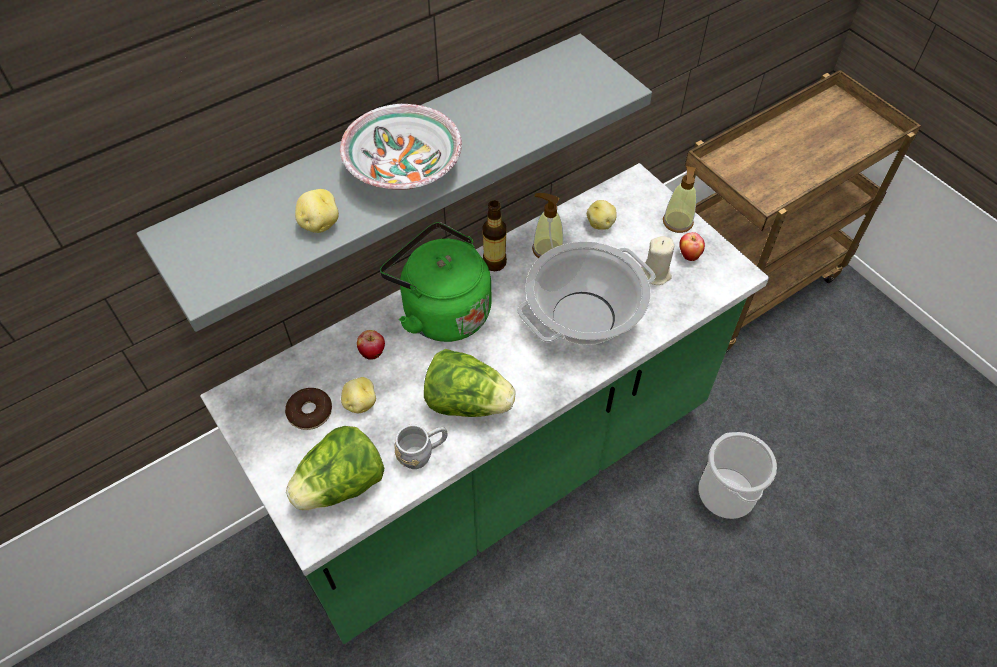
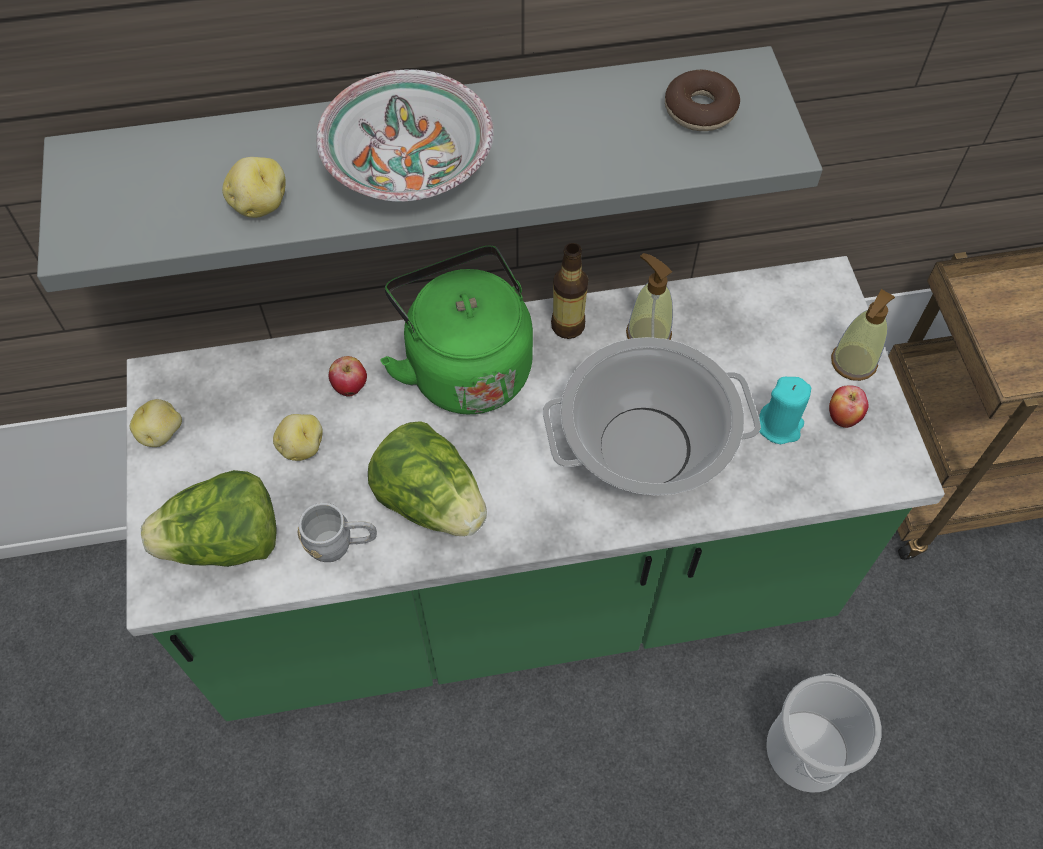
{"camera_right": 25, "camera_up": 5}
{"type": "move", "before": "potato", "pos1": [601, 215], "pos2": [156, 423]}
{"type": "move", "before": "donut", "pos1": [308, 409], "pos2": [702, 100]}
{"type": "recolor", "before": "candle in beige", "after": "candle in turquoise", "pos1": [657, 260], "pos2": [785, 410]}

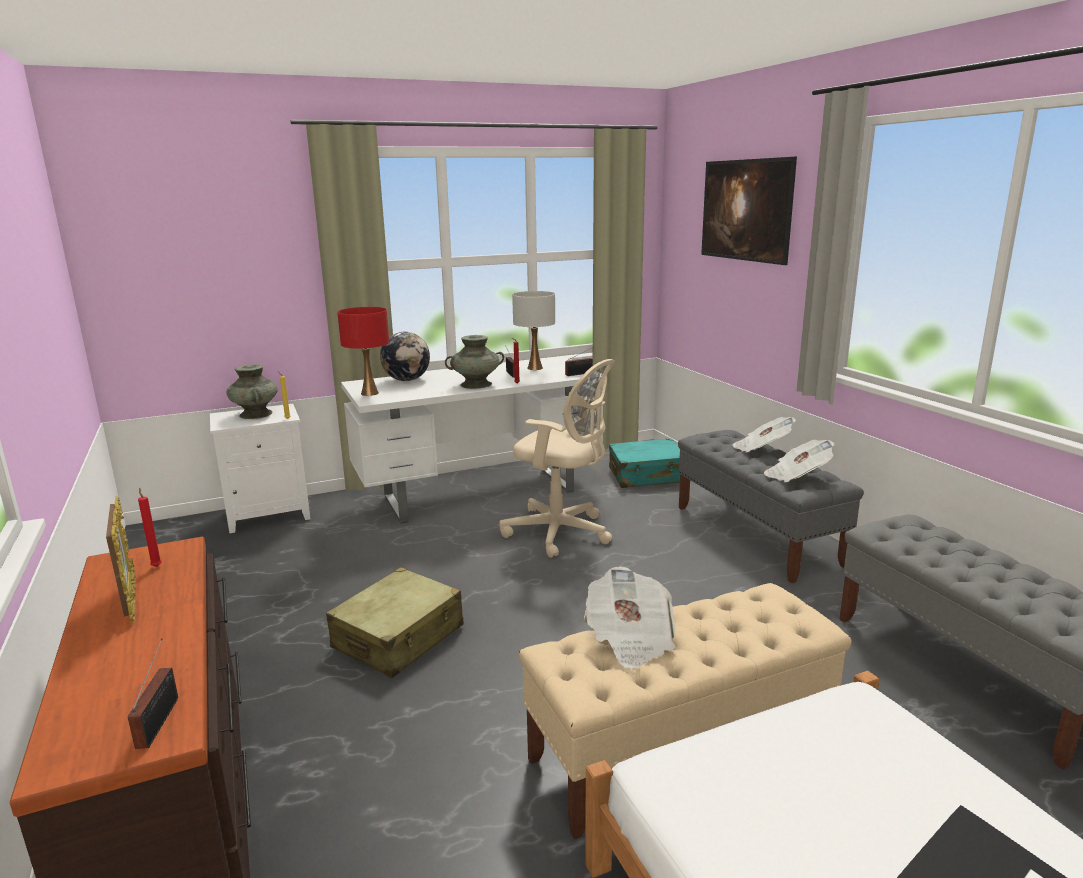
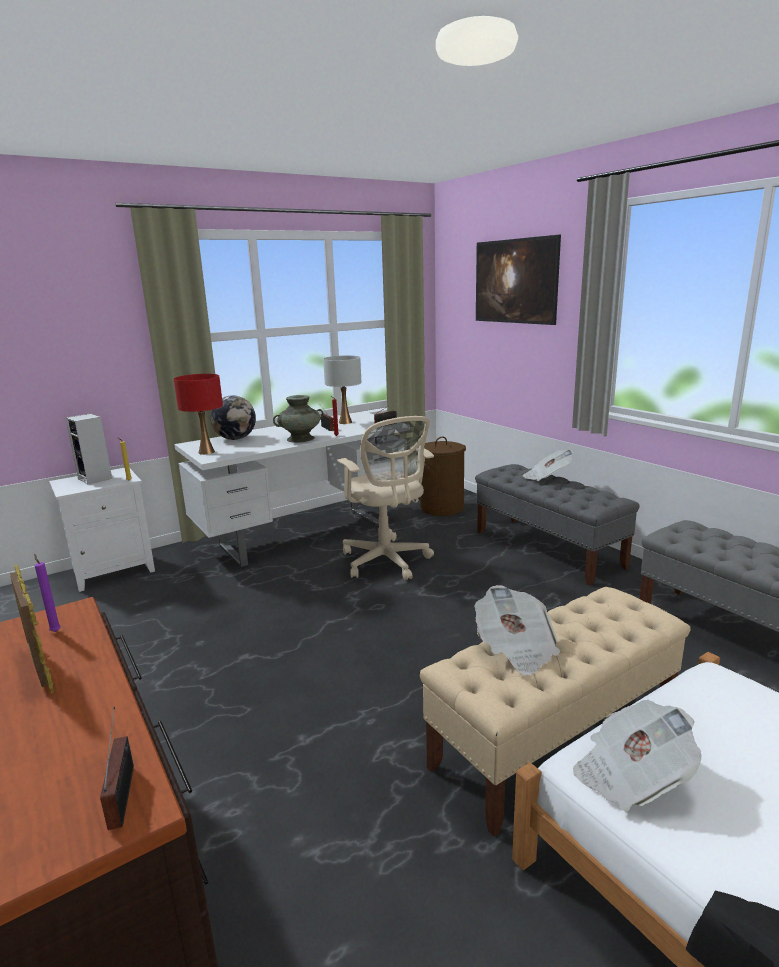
{"camera_right": -10, "camera_up": 0}
{"type": "recolor", "before": "candle in red", "after": "candle in purple", "pos1": [150, 527], "pos2": [47, 593]}
{"type": "replace", "before": "vase in turquoise", "after": "speaker", "pos1": [252, 391], "pos2": [88, 449]}
{"type": "rotate", "before": "office chair in beige", "pos1": [557, 458], "pos2": [385, 498], "turn": 45}
{"type": "replace", "before": "suitcase in turquoise", "after": "laundry basket in brown", "pos1": [644, 463], "pos2": [443, 476]}
{"type": "move", "before": "newspaper", "pos1": [799, 461], "pos2": [637, 756]}
{"type": "delete", "before": "suitcase in beige", "pos1": [394, 622]}

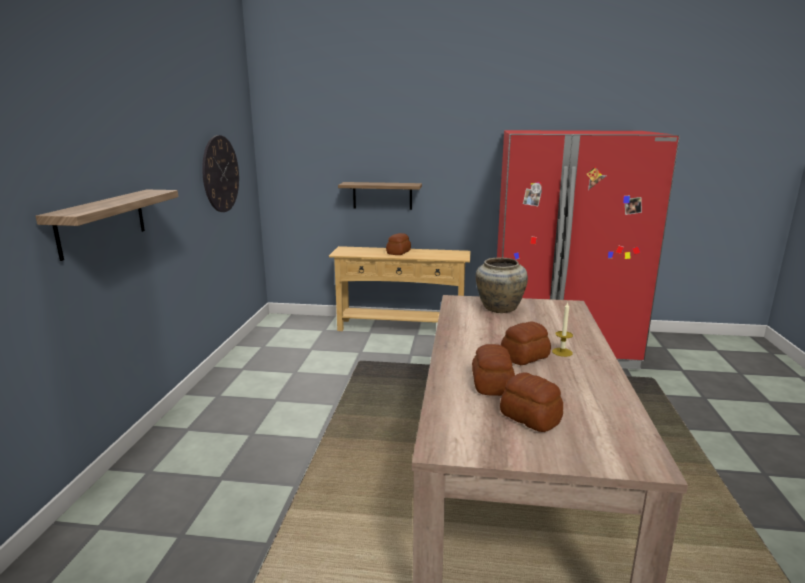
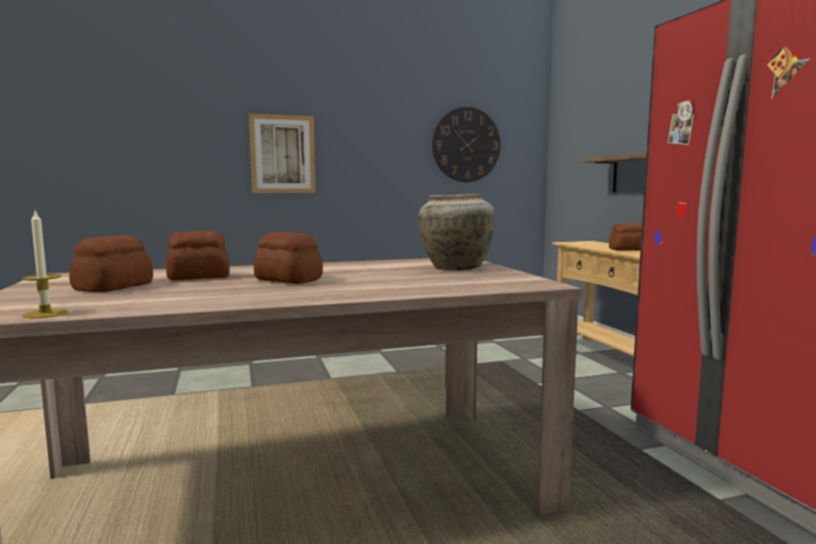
{"camera_right": 65, "camera_up": -10}
{"type": "move", "before": "candle", "pos1": [562, 329], "pos2": [45, 264]}
{"type": "replace", "before": "shelf", "after": "picture", "pos1": [107, 225], "pos2": [282, 153]}

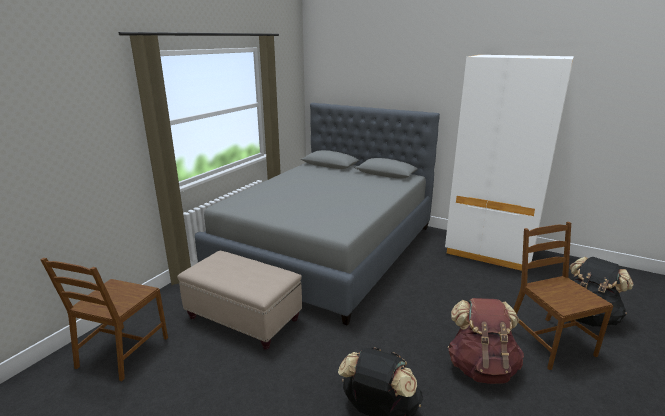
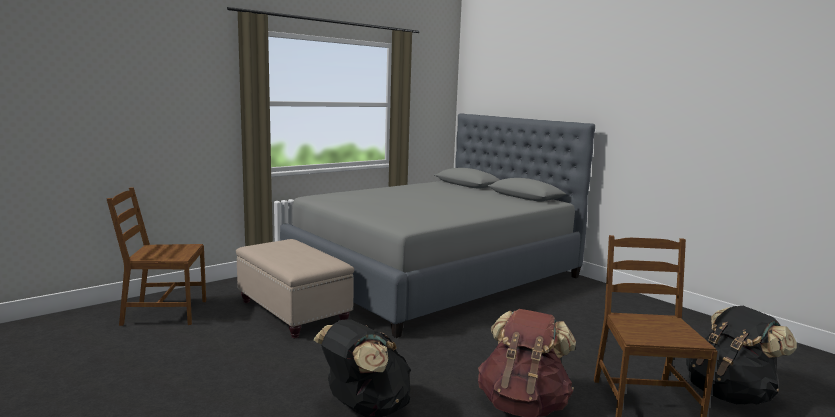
{"camera_right": 20, "camera_up": -10}
{"type": "rotate", "before": "chair in brown", "pos1": [104, 319], "pos2": [156, 256], "turn": 45}
{"type": "delete", "before": "wardrobe in white", "pos1": [509, 163]}

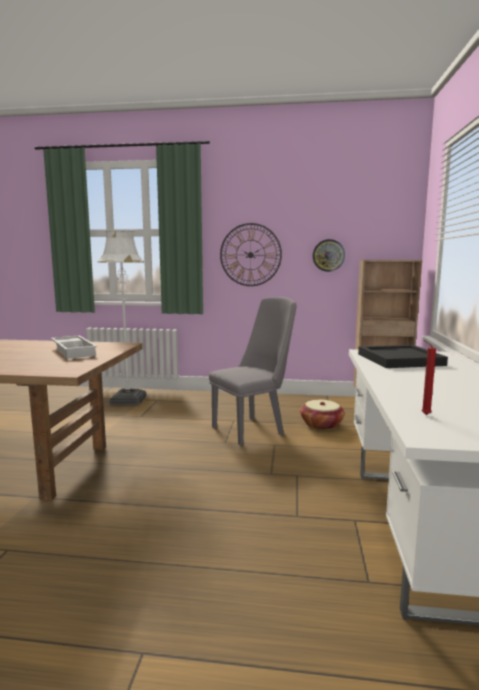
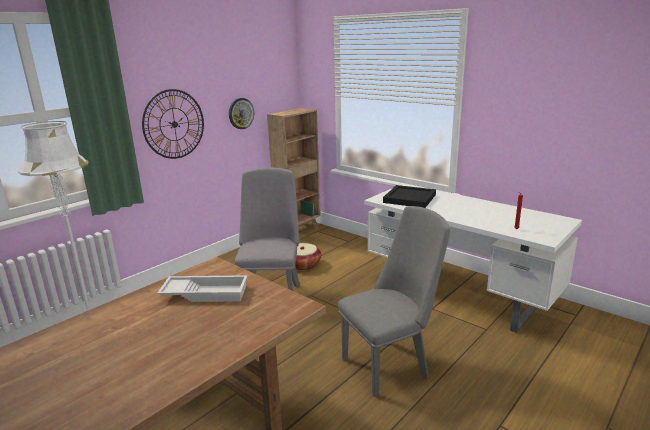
{"camera_right": -55, "camera_up": 10}
{"type": "insert", "after": "chair in grey", "pos2": [394, 301]}

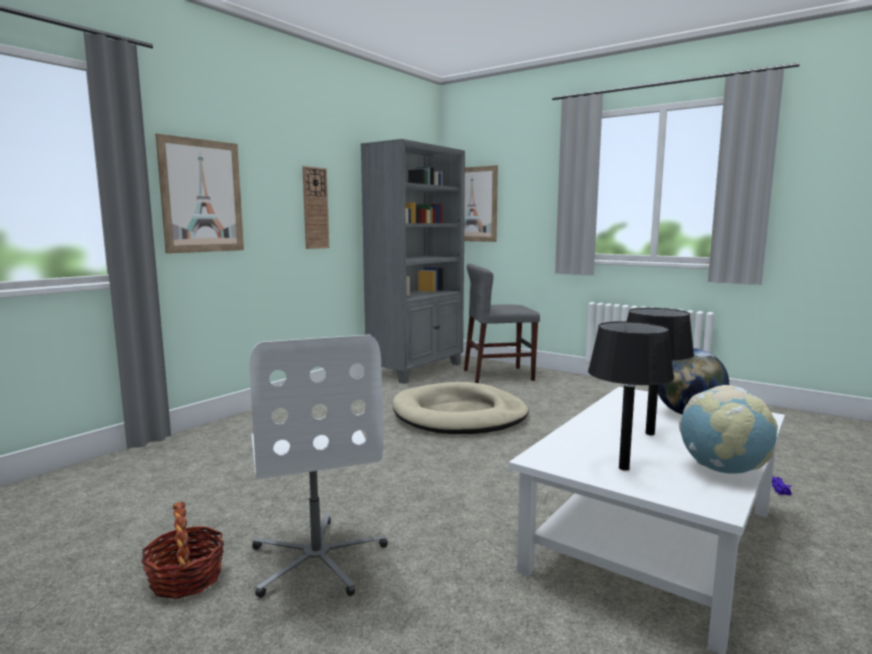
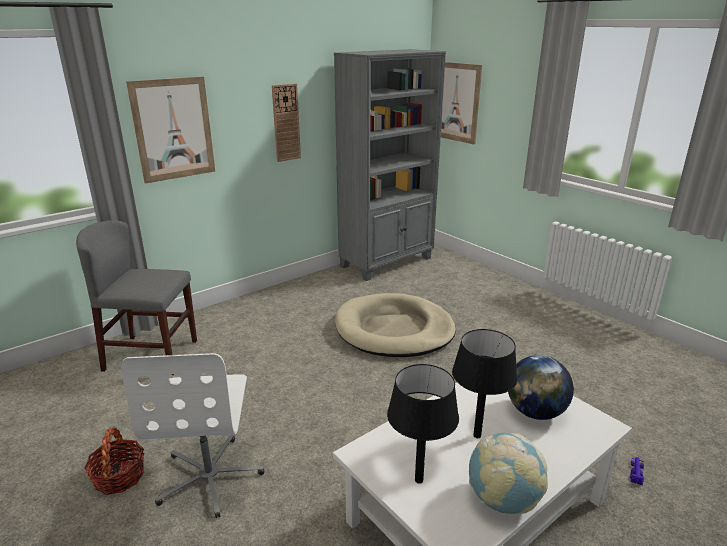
{"camera_right": 15, "camera_up": 15}
{"type": "move", "before": "chair in grey", "pos1": [502, 323], "pos2": [136, 298]}

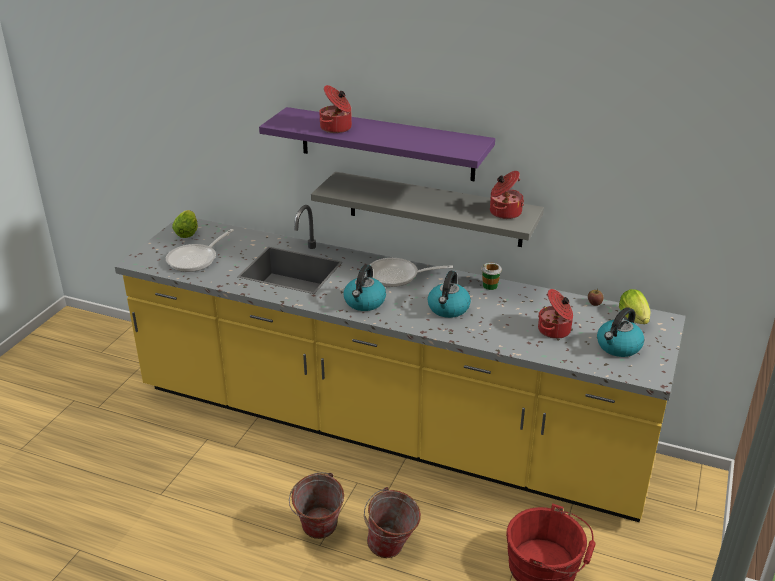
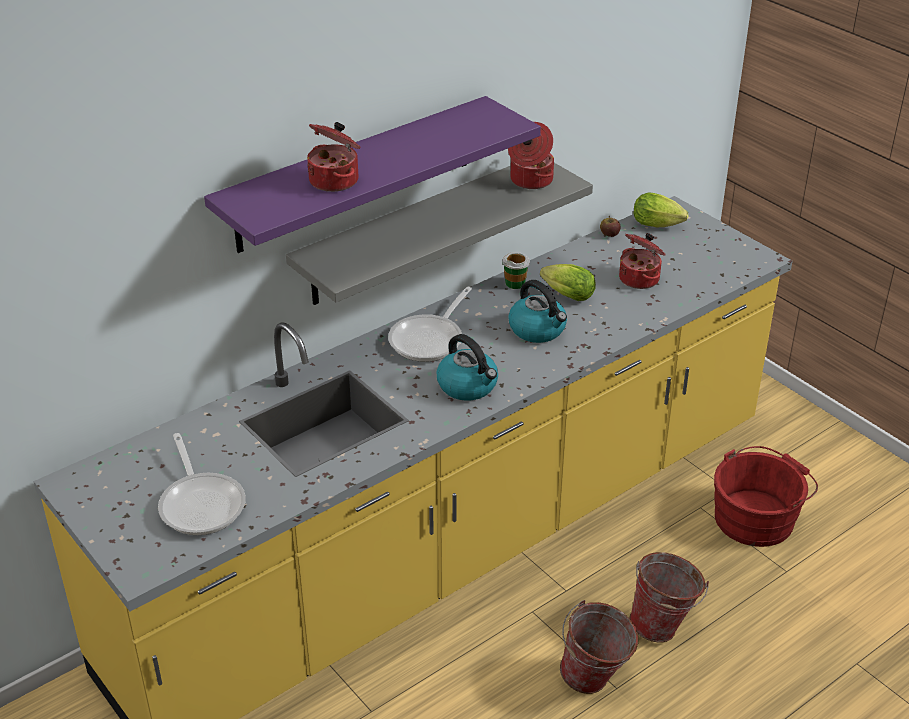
{"camera_right": -60, "camera_up": 5}
{"type": "move", "before": "lettuce", "pos1": [185, 224], "pos2": [568, 282]}
{"type": "delete", "before": "kettle", "pos1": [620, 332]}

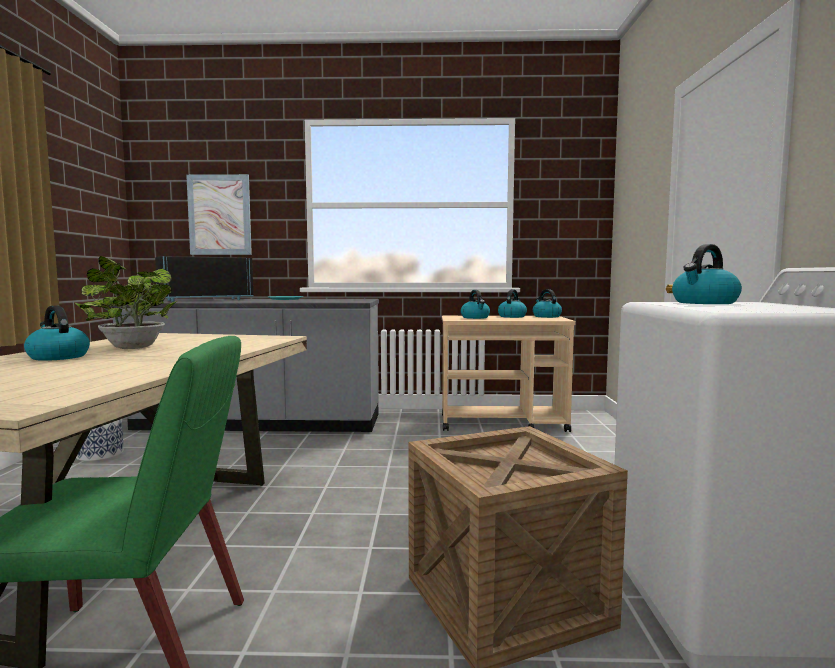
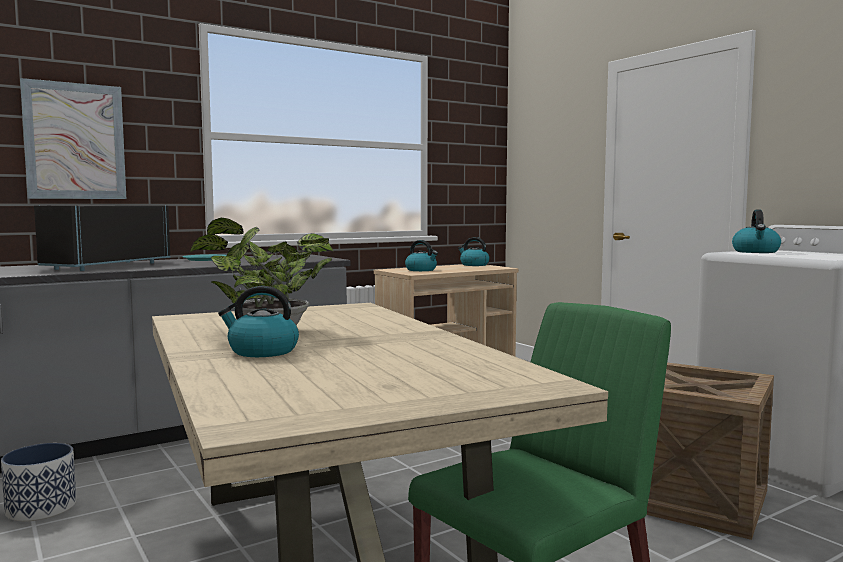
{"camera_right": -35, "camera_up": 0}
{"type": "delete", "before": "kettle", "pos1": [512, 303]}

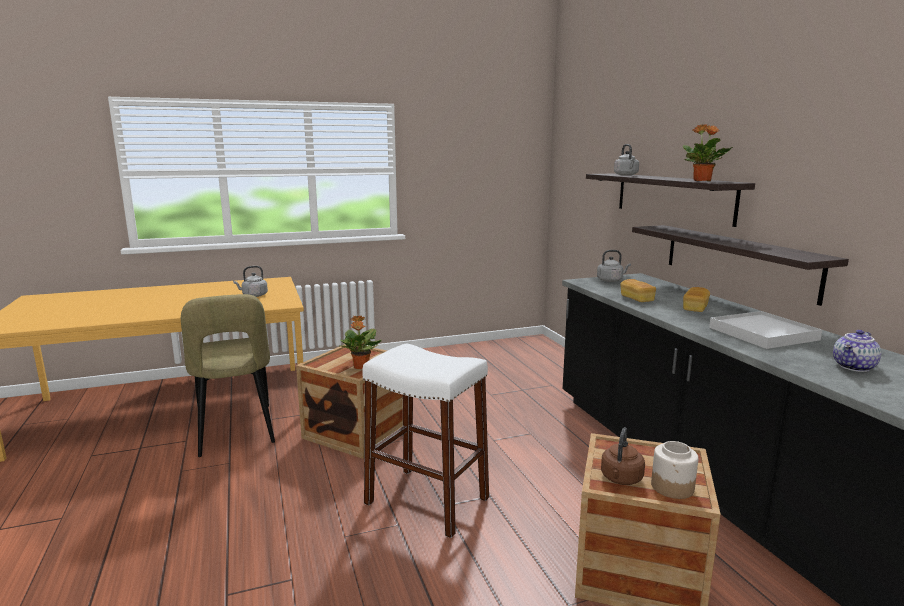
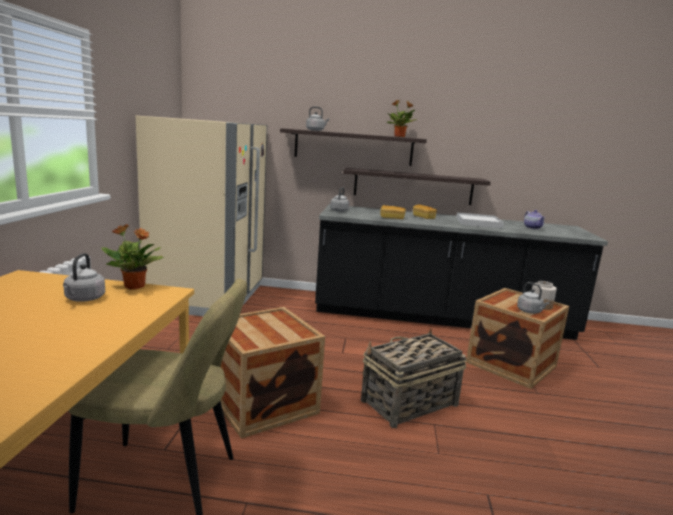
{"camera_right": -65, "camera_up": 0}
{"type": "move", "before": "potted plant", "pos1": [360, 342], "pos2": [132, 257]}
{"type": "insert", "after": "fridge in beige", "pos2": [201, 216]}
{"type": "replace", "before": "stool in white", "after": "basket", "pos1": [425, 440], "pos2": [414, 378]}
{"type": "recolor", "before": "kettle in brown", "after": "kettle in grey", "pos1": [623, 456], "pos2": [533, 298]}

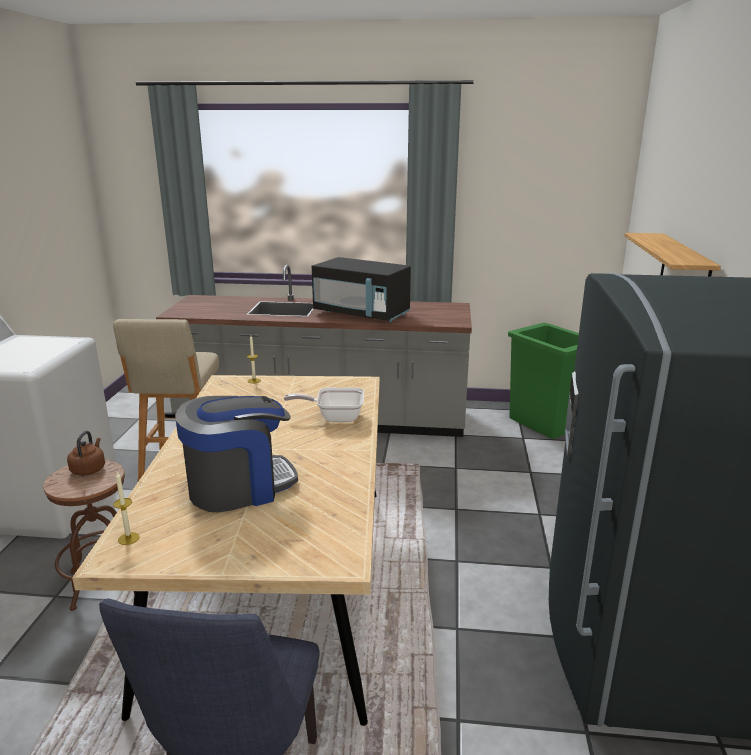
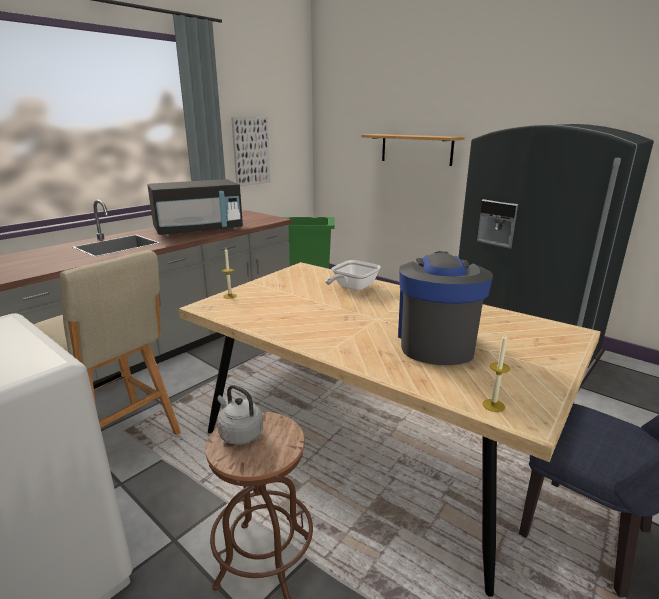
{"camera_right": -55, "camera_up": 0}
{"type": "recolor", "before": "kettle in brown", "after": "kettle in grey", "pos1": [86, 453], "pos2": [240, 415]}
{"type": "insert", "after": "picture", "pos2": [250, 152]}

